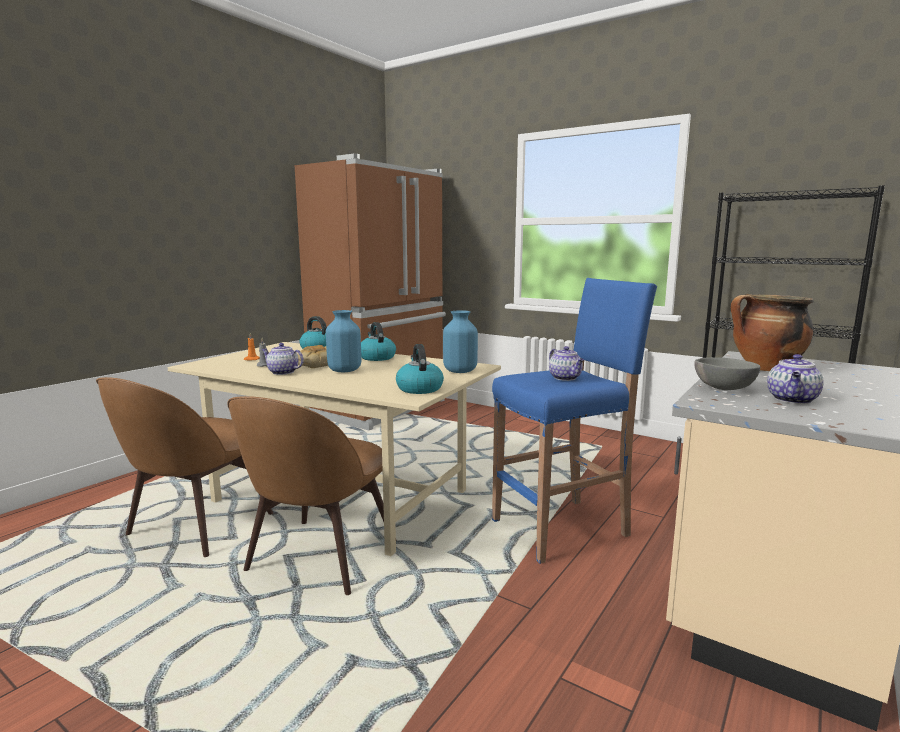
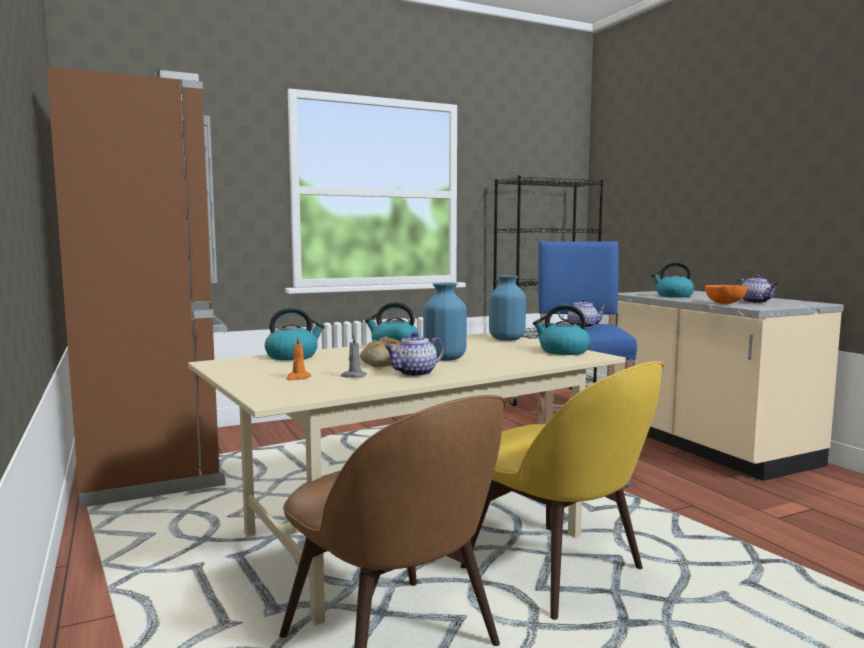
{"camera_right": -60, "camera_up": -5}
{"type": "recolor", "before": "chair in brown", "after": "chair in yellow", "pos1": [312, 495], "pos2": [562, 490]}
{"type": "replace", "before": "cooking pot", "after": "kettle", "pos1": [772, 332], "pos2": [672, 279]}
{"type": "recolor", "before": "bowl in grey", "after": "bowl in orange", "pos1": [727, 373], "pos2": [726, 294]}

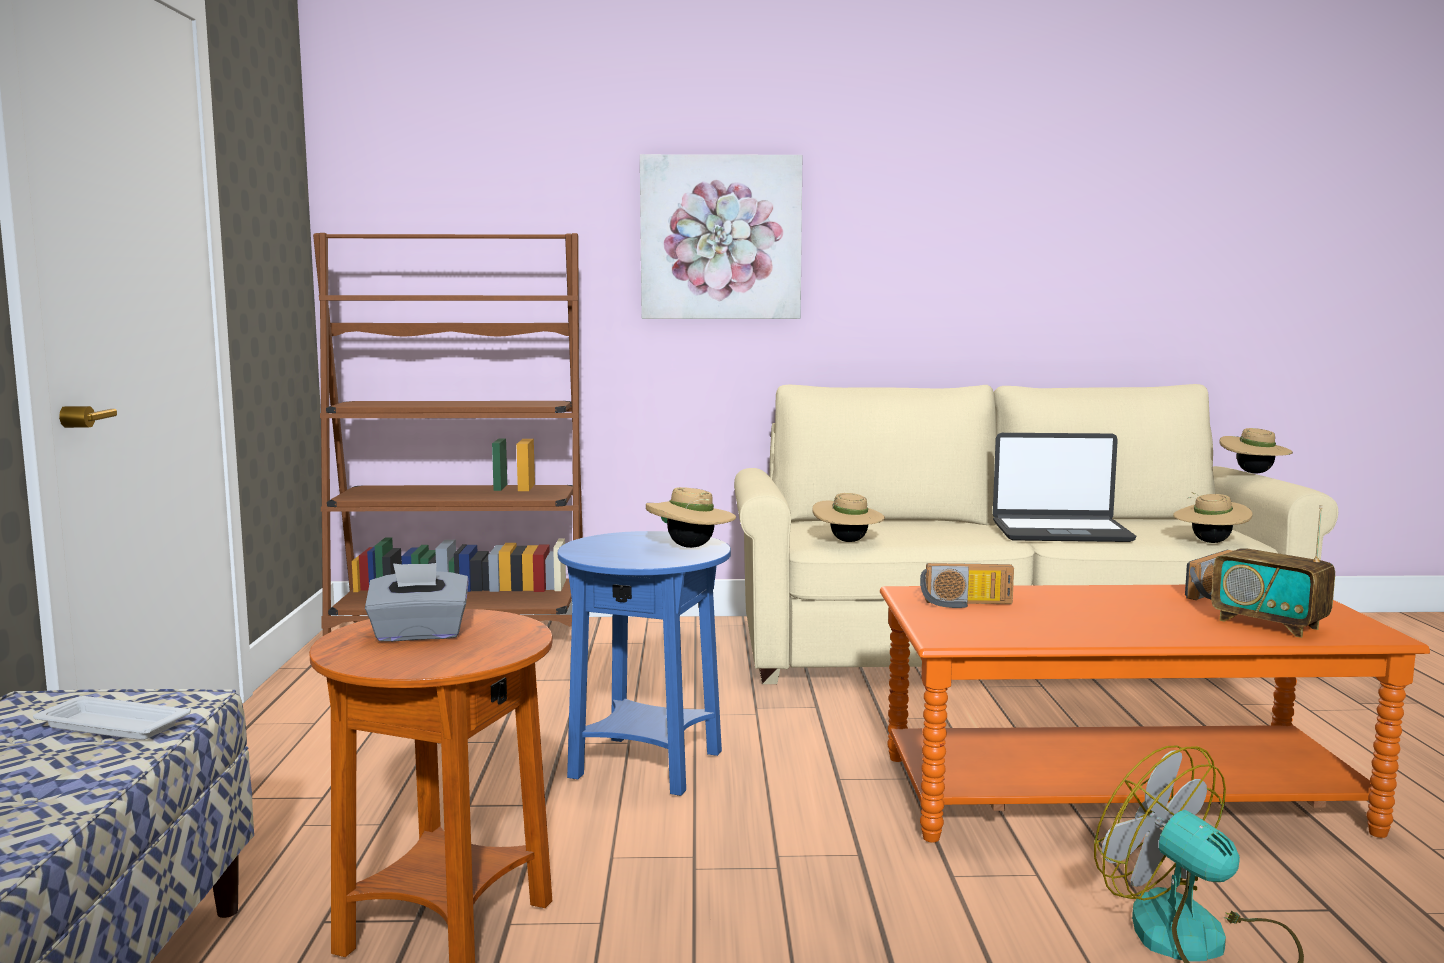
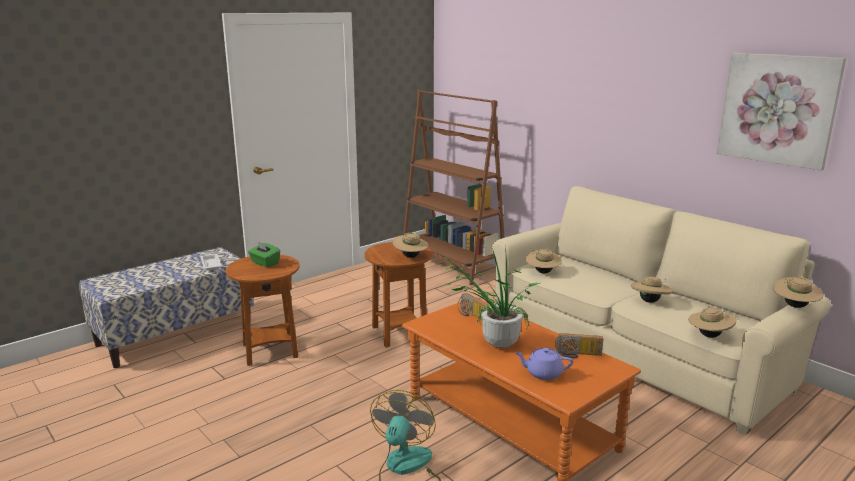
{"camera_right": 50, "camera_up": 10}
{"type": "recolor", "before": "tissue box in grey", "after": "tissue box in green", "pos1": [417, 602], "pos2": [264, 254]}
{"type": "recolor", "before": "side table in blue", "after": "side table in brown", "pos1": [644, 663], "pos2": [398, 294]}
{"type": "insert", "after": "potted plant", "pos2": [489, 295]}
{"type": "replace", "before": "radio", "after": "teapot in purple", "pos1": [1273, 571], "pos2": [544, 364]}
{"type": "replace", "before": "laptop", "after": "hat in beige", "pos1": [1065, 487], "pos2": [652, 289]}
{"type": "move", "before": "picture", "pos1": [721, 236], "pos2": [781, 112]}

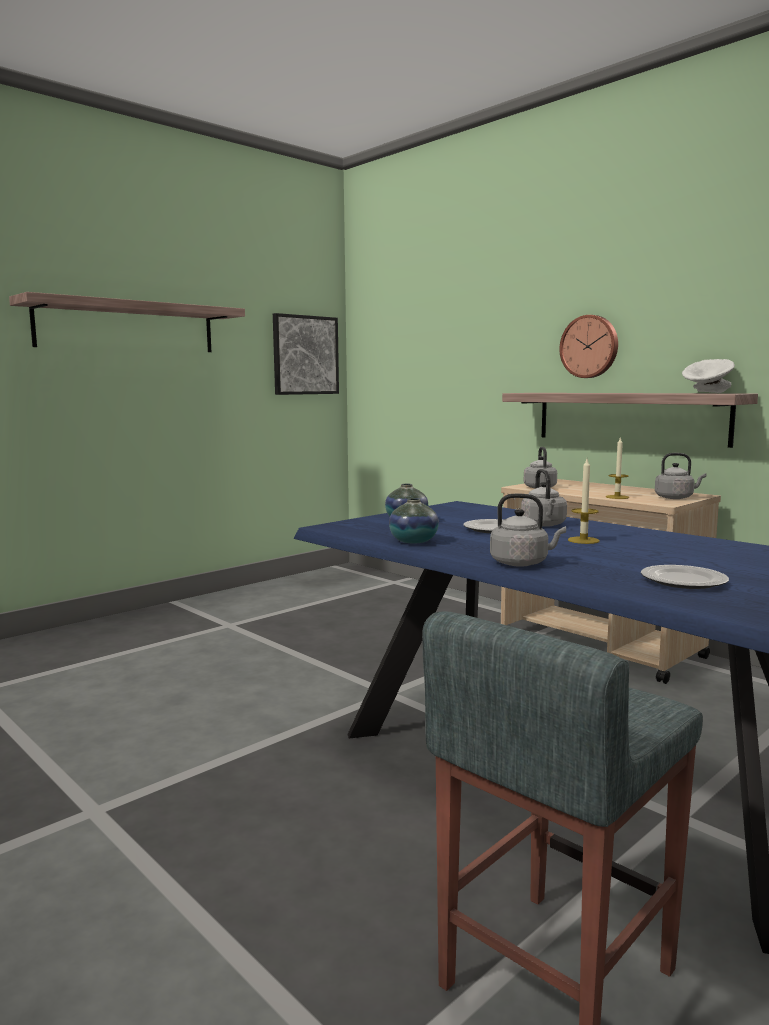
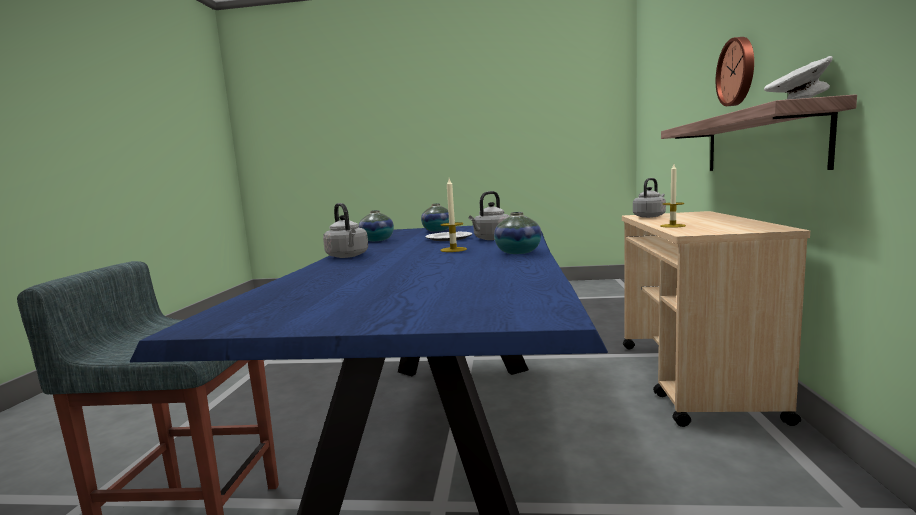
{"camera_right": 50, "camera_up": 0}
{"type": "insert", "after": "vase", "pos2": [518, 233]}
{"type": "delete", "before": "shelf", "pos1": [127, 322]}
{"type": "delete", "before": "picture", "pos1": [306, 354]}
{"type": "delete", "before": "plate", "pos1": [685, 577]}
{"type": "delete", "before": "kettle in grey", "pos1": [680, 476]}

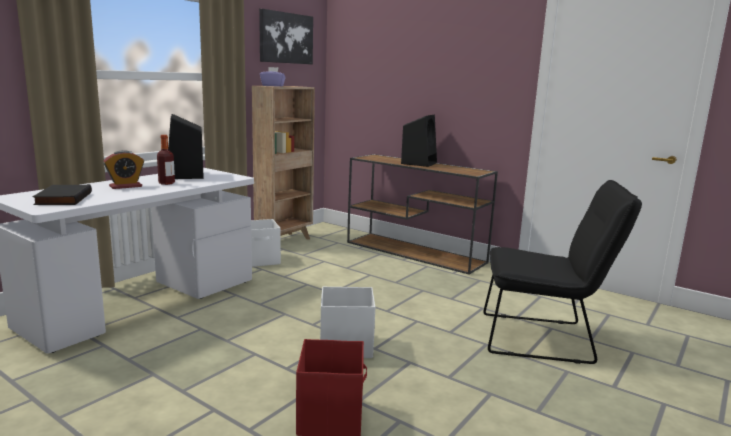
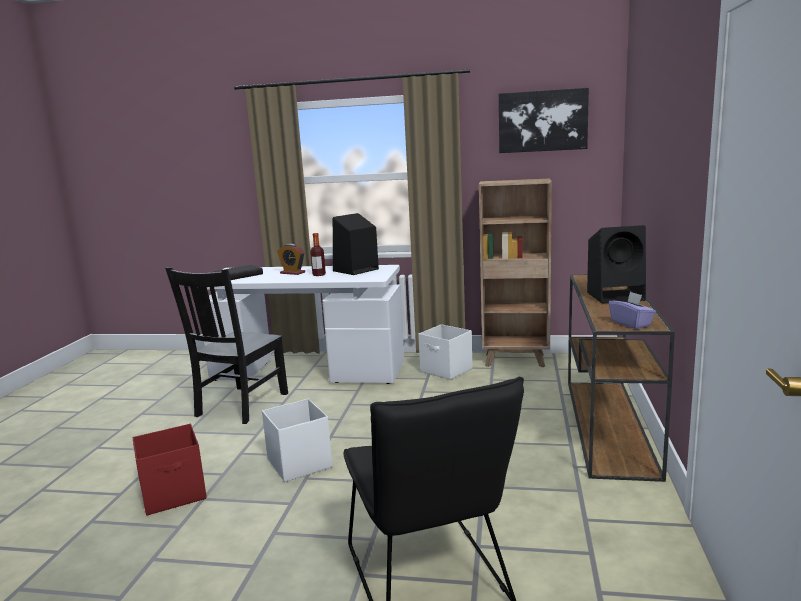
{"camera_right": 65, "camera_up": 0}
{"type": "insert", "after": "chair in black", "pos2": [226, 345]}
{"type": "move", "before": "tissue box in purple", "pos1": [273, 77], "pos2": [632, 310]}

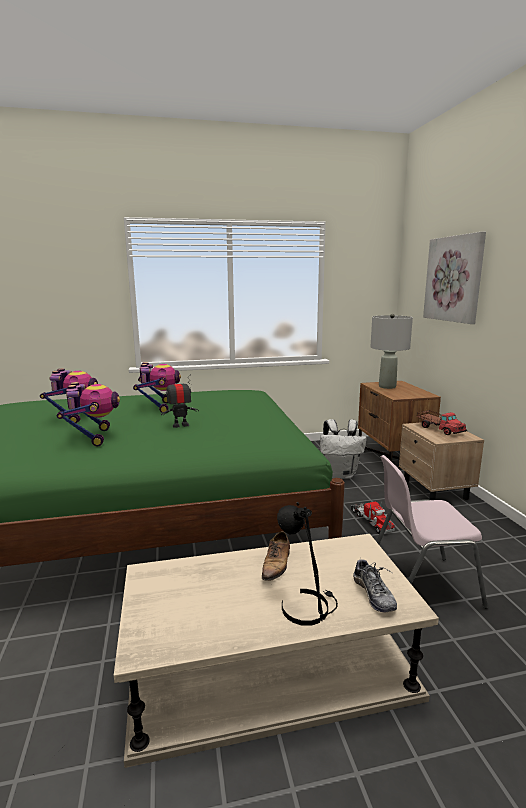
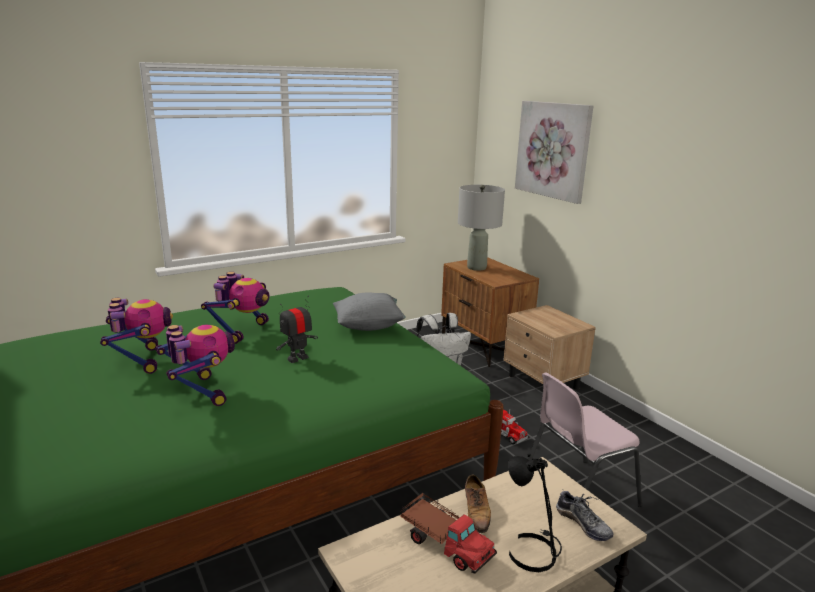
{"camera_right": -20, "camera_up": 5}
{"type": "rotate", "before": "toy robot", "pos1": [157, 387], "pos2": [235, 308], "turn": 45}
{"type": "insert", "after": "pillow in grey", "pos2": [369, 311]}
{"type": "move", "before": "toy truck", "pos1": [442, 422], "pos2": [448, 533]}

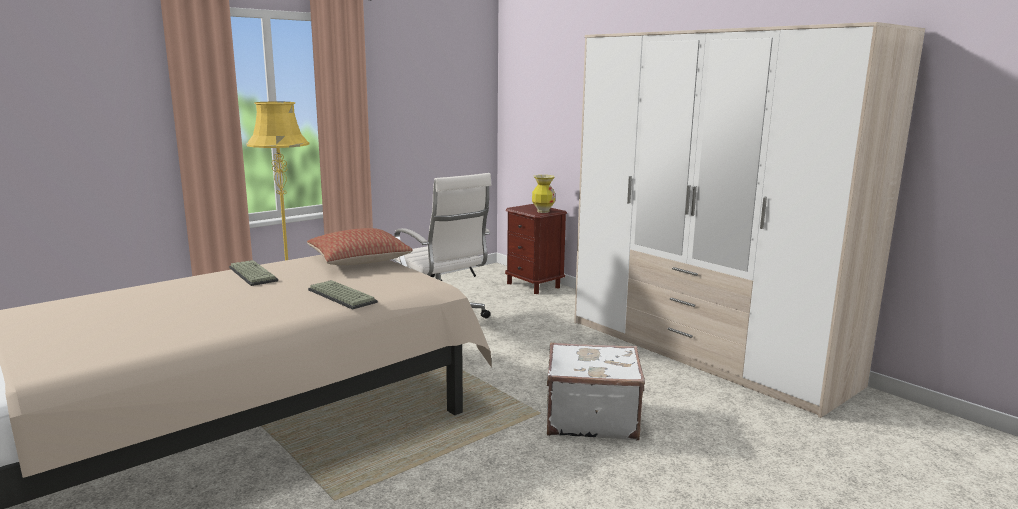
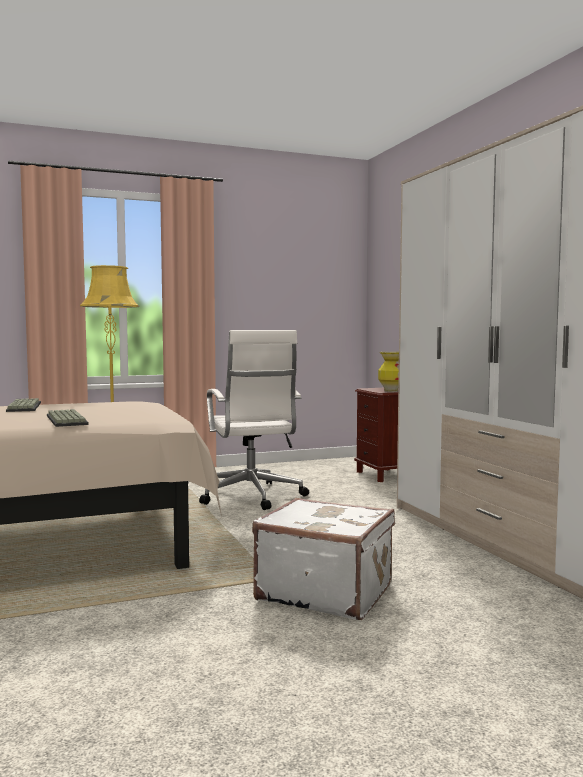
{"camera_right": 20, "camera_up": -10}
{"type": "delete", "before": "pillow", "pos1": [360, 246]}

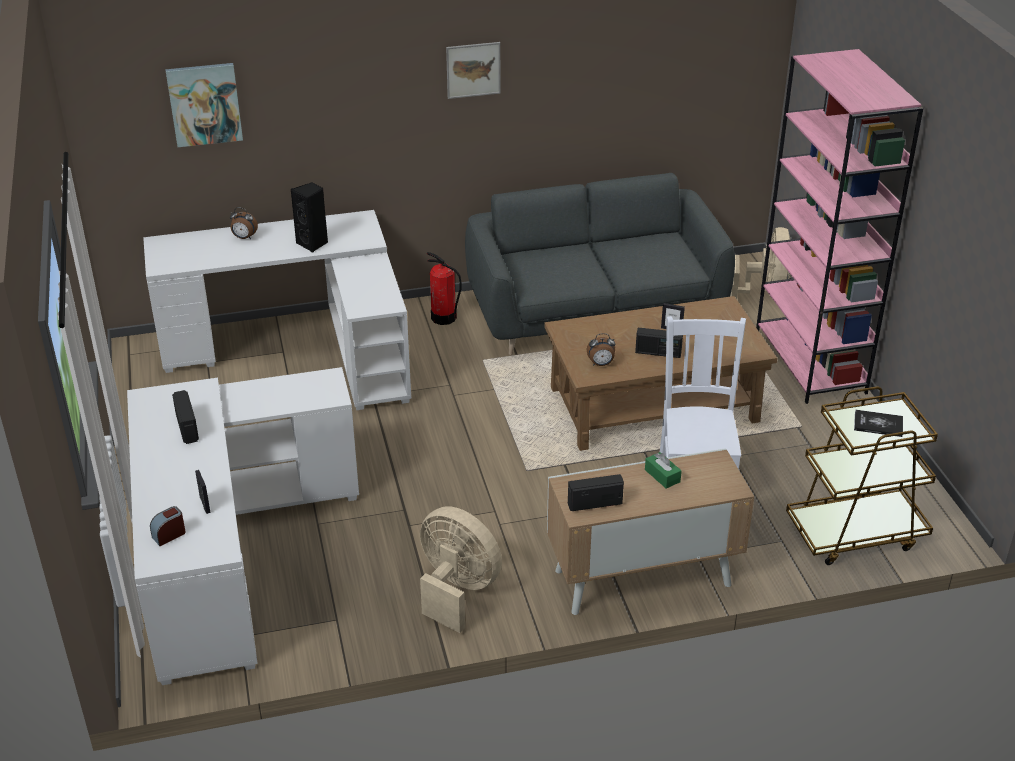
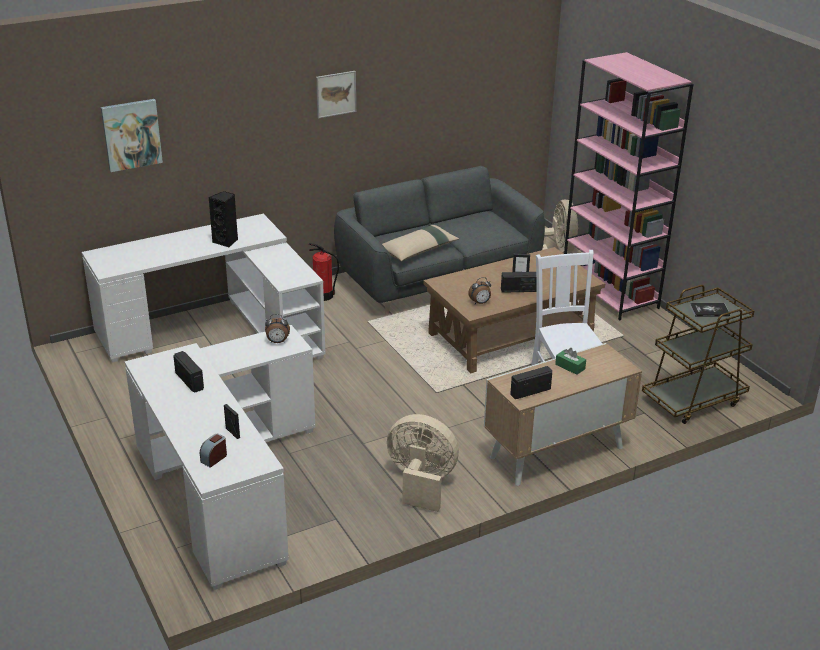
{"camera_right": -15, "camera_up": -5}
{"type": "move", "before": "alarm clock", "pos1": [244, 223], "pos2": [277, 328]}
{"type": "insert", "after": "pillow in beige", "pos2": [420, 243]}

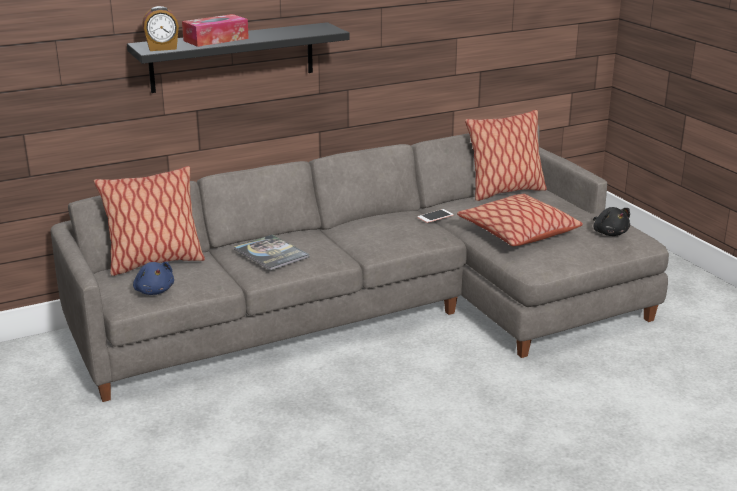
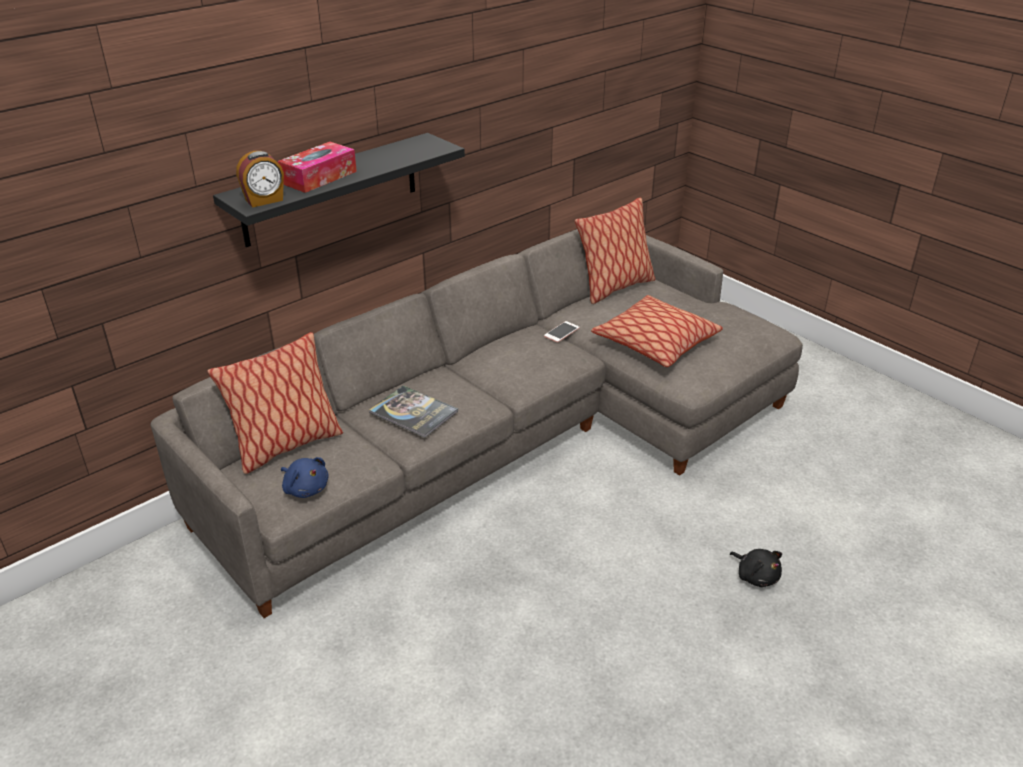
{"camera_right": -15, "camera_up": 10}
{"type": "move", "before": "plush toy in black", "pos1": [611, 221], "pos2": [756, 568]}

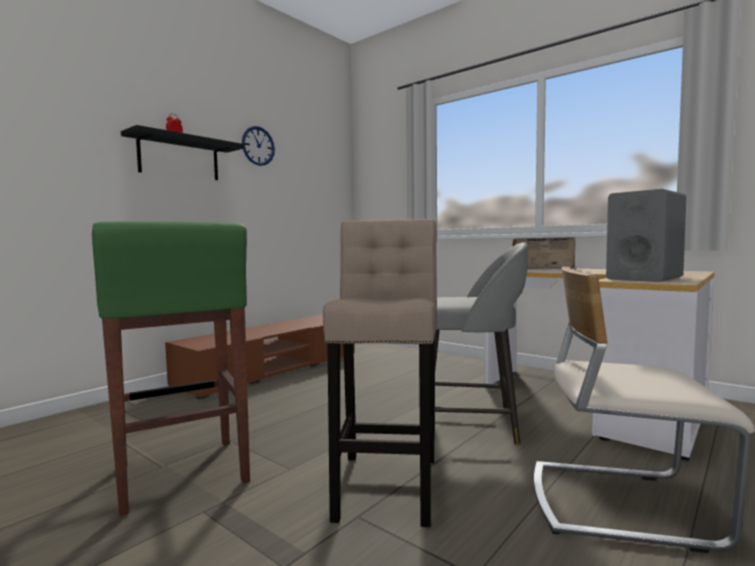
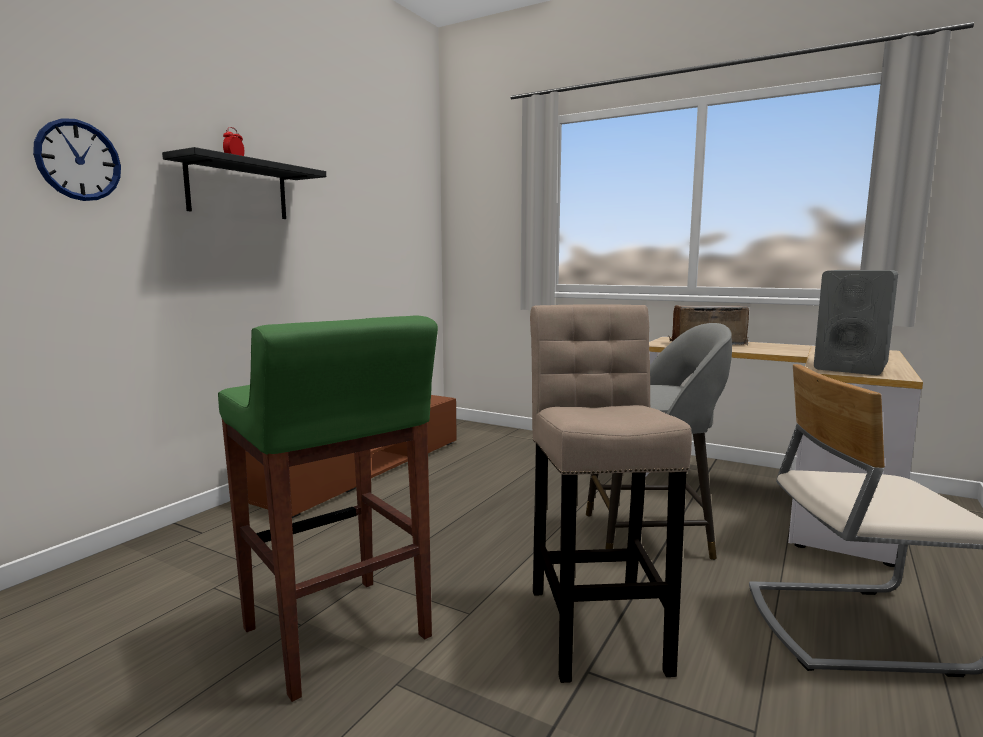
{"camera_right": -10, "camera_up": 5}
{"type": "move", "before": "wall clock", "pos1": [258, 146], "pos2": [77, 159]}

